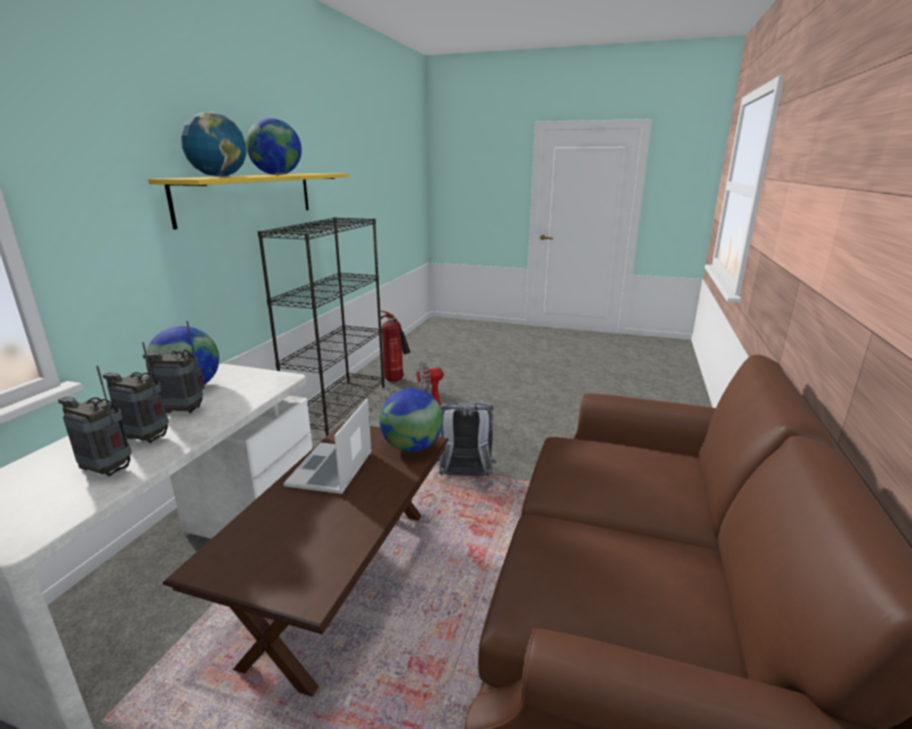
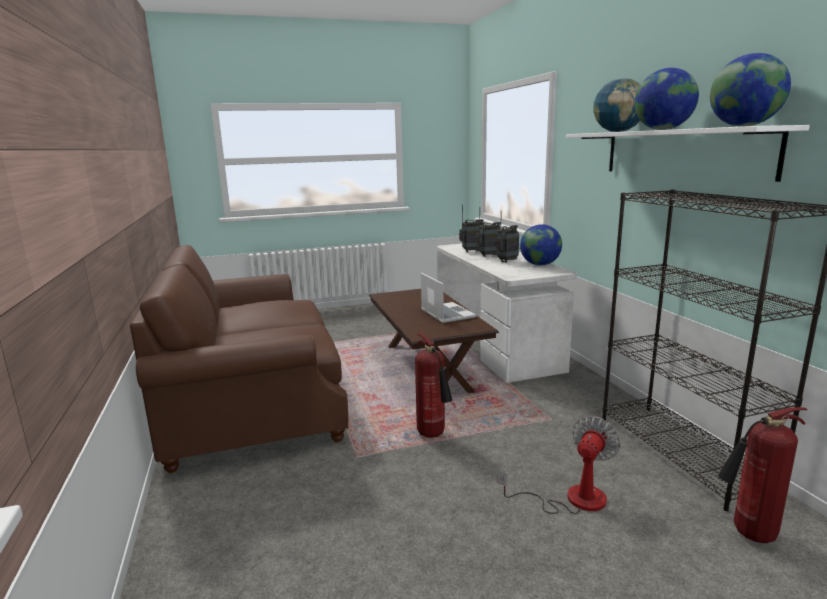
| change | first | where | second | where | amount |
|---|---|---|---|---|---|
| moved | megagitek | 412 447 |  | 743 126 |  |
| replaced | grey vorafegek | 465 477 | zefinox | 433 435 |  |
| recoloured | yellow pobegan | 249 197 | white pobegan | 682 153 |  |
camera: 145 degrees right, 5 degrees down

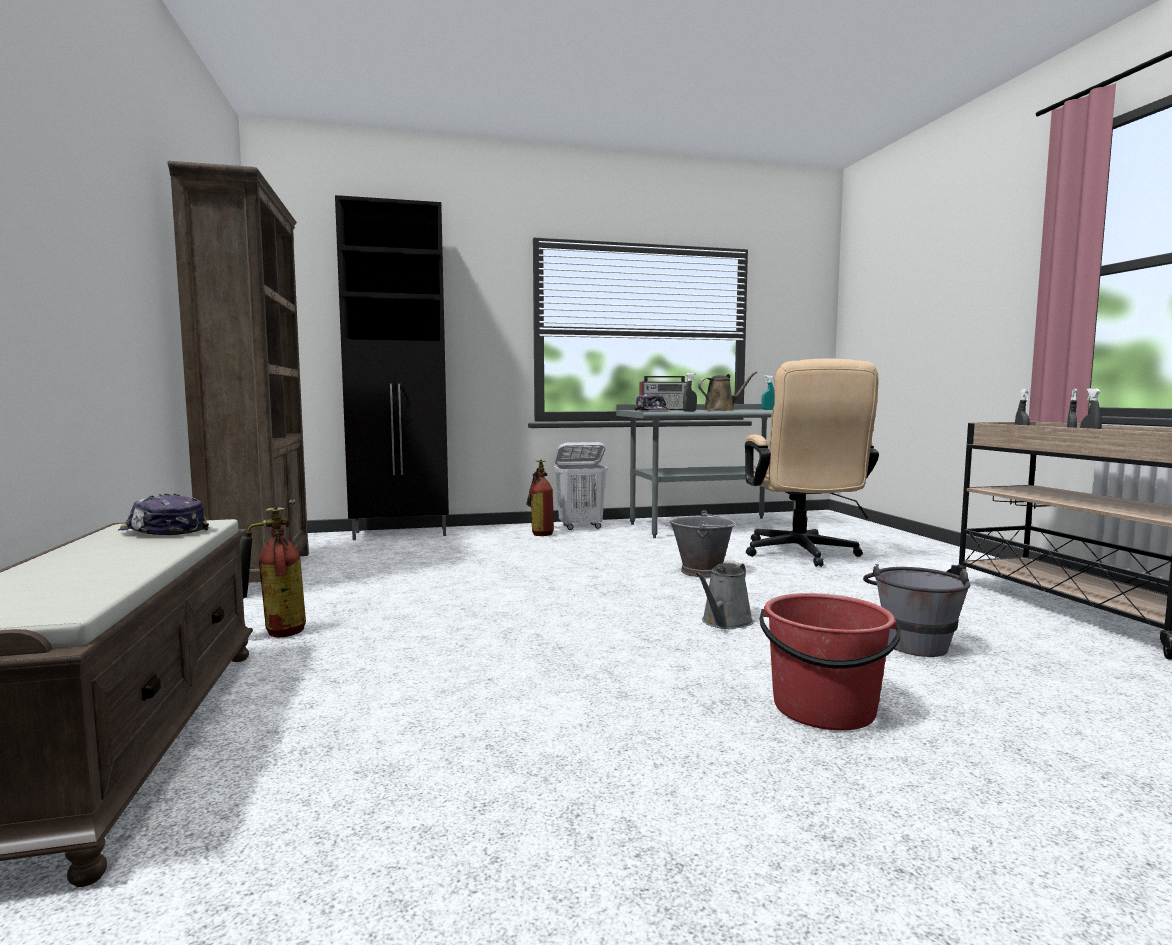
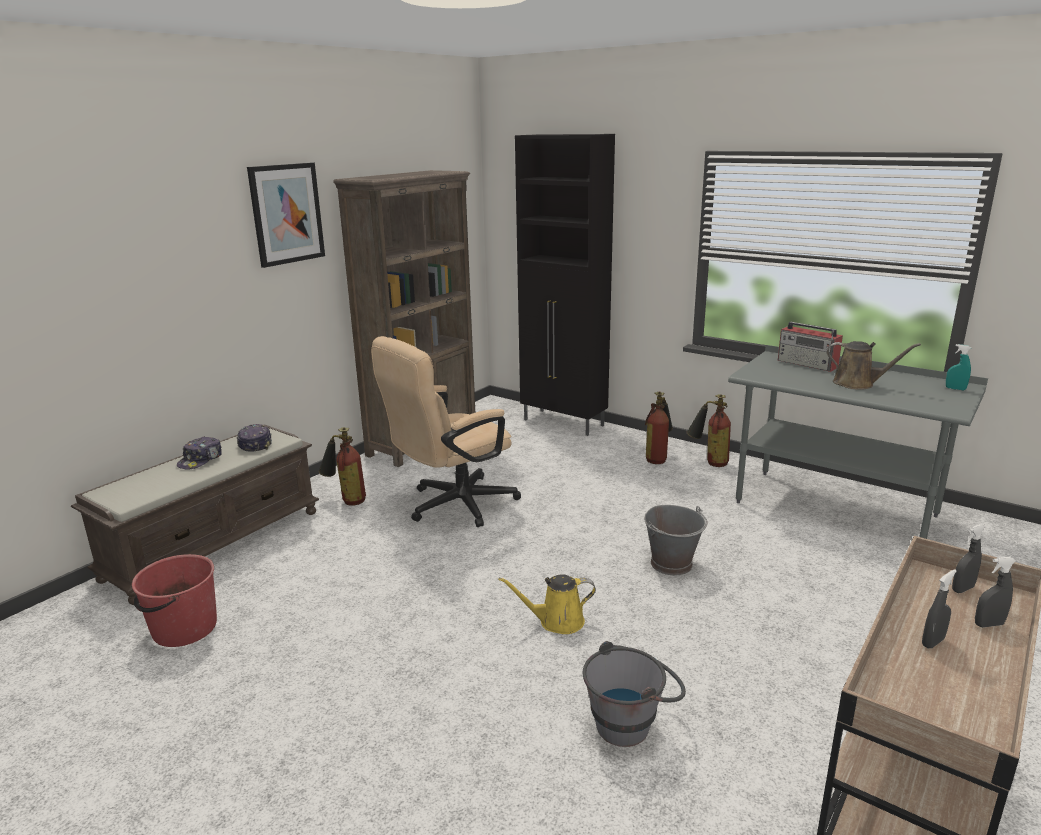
| change | first | where | second | where | amount |
|---|---|---|---|---|---|
| removed | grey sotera | 689 411 |  |  |  |
| added |  |  | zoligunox | 286 214 |  |
| moved | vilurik | 652 411 |  | 201 460 |  |
| moved | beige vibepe | 802 555 |  | 452 506 |  |
| moved | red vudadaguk | 824 709 |  | 183 629 |  |
| replaced | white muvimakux | 581 527 | zefinox | 708 462 |  |
| recoloured | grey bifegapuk | 725 622 | yellow bifegapuk | 557 621 |  |
camera: 50 degrees right, 15 degrees up

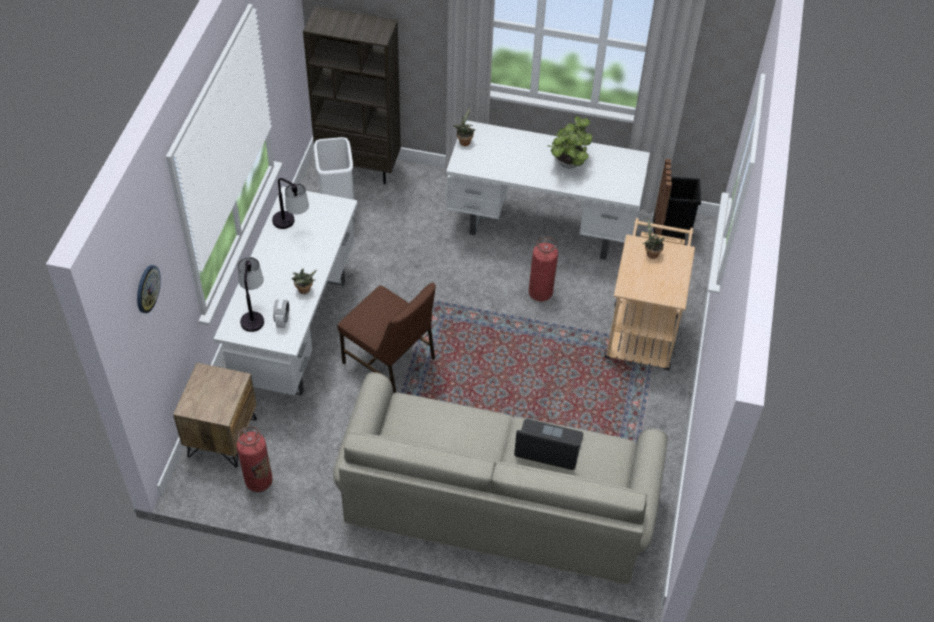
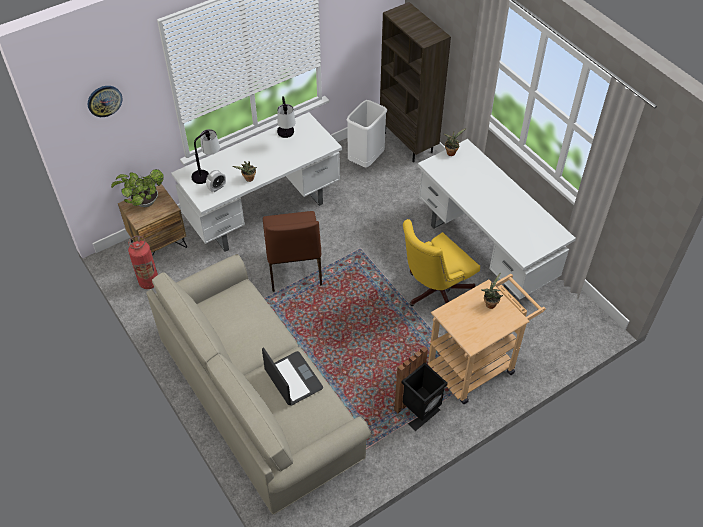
| change | first | where | second | where | amount |
|---|---|---|---|---|---|
| moved | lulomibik | 567 164 |  | 143 202 |  |
| moved | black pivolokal | 671 232 |  | 418 411 |  |
| replaced | zefinox | 540 293 | yellow vibepe | 434 293 |  |
camera: 45 degrees right, 0 degrees up

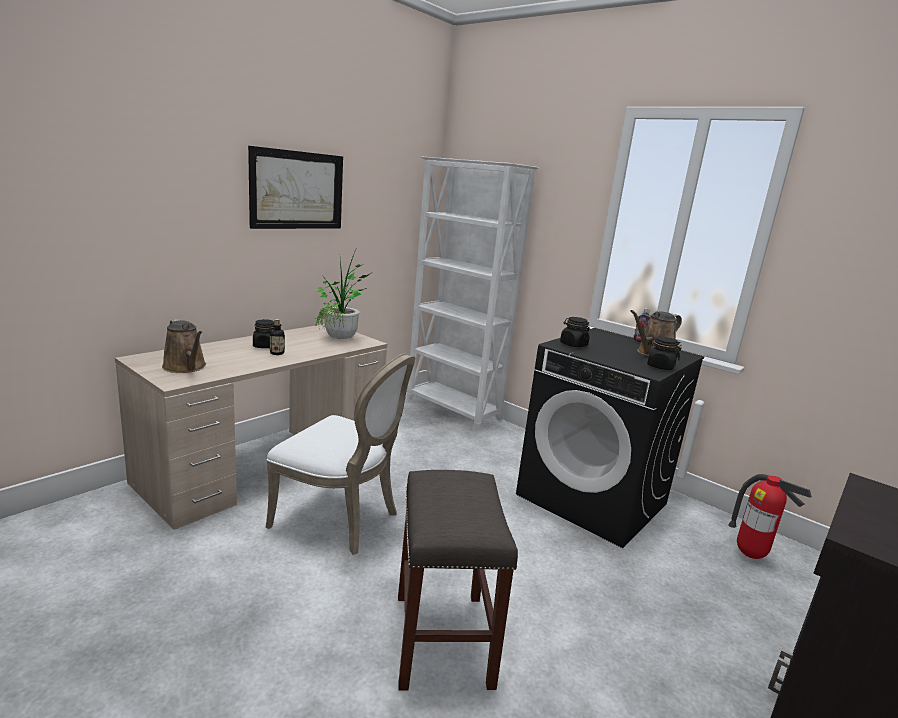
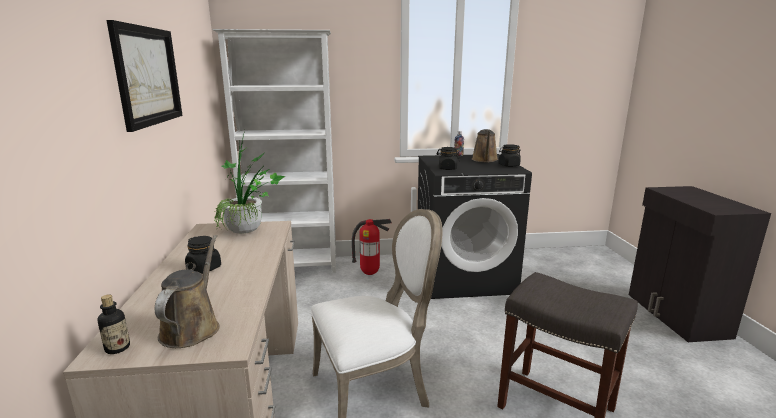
| change | first | where | second | where | amount |
|---|---|---|---|---|---|
| moved | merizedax | 277 353 |  | 117 348 |  |
| moved | zefinox | 750 555 |  | 370 273 |  |
| turned | brown bifegapuk | 186 367 |  | 192 327 | 90 degrees counterclockwise |
camera: 45 degrees left, 0 degrees up

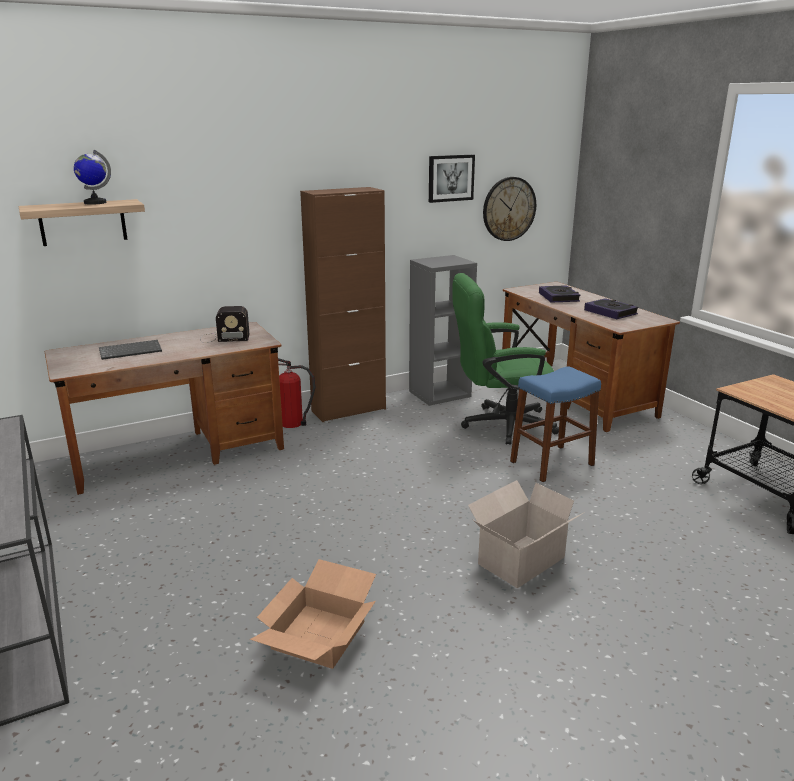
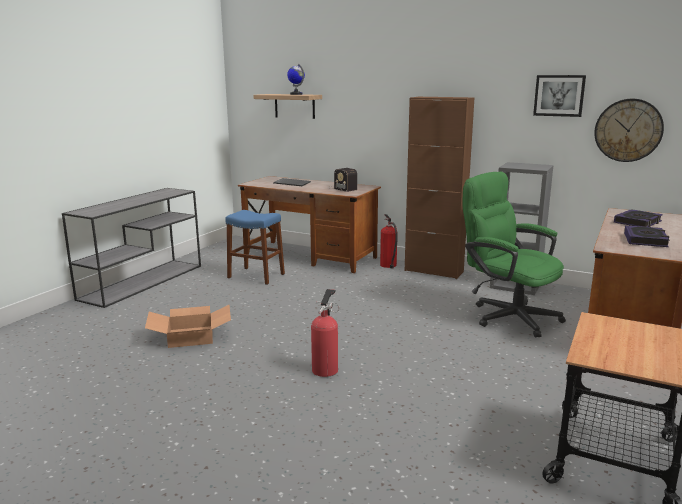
| change | first | where | second | where | amount |
|---|---|---|---|---|---|
| moved | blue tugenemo | 552 463 |  | 256 276 |  |
| replaced | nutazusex | 519 561 | zefinox | 326 368 |  |
camera: 55 degrees right, 5 degrees down

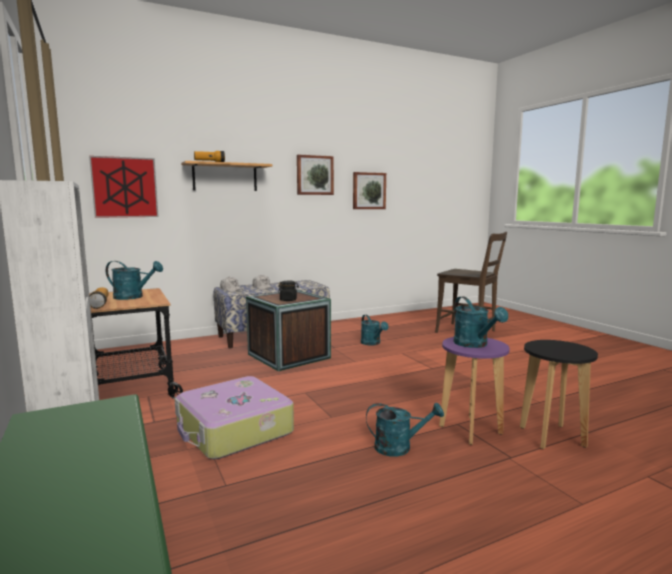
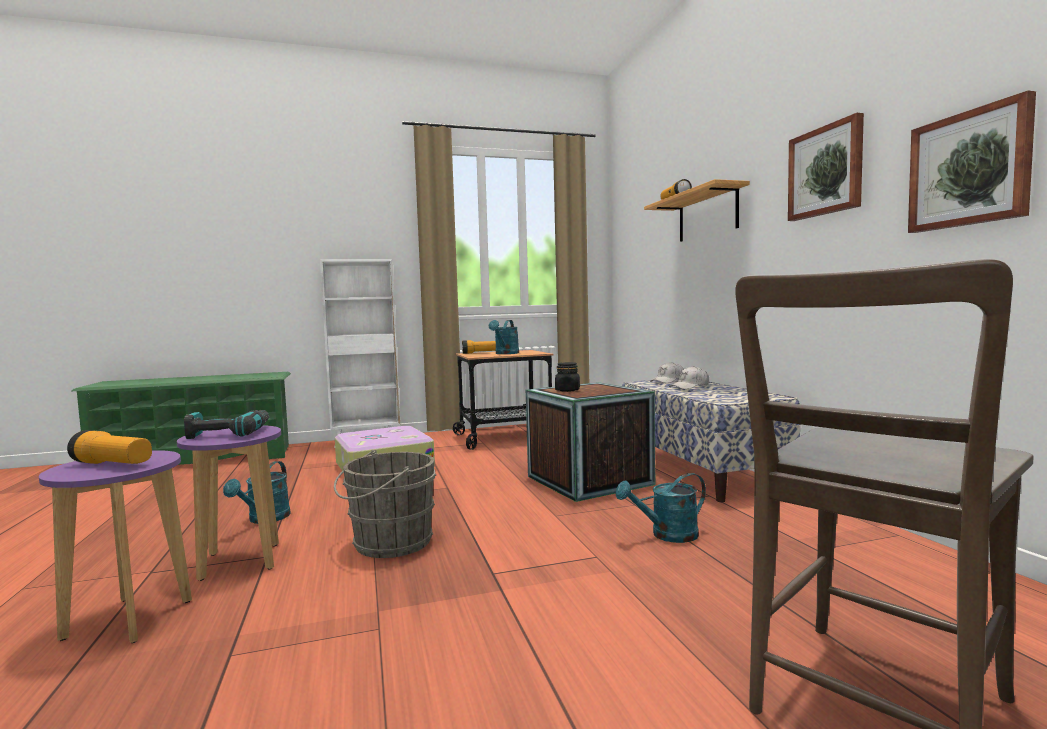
| change | first | where | second | where | amount |
|---|---|---|---|---|---|
| removed | zoligunox | 125 187 |  |  |  |
| added |  |  | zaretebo | 112 464 |  |
| added |  |  | grey vudadaguk | 388 543 |  |
| replaced | turquoise bifegapuk | 474 344 | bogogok | 229 433 |  |
| recoloured | black tugenemo | 552 437 | purple tugenemo | 128 619 |  |
camera: 100 degrees right, 5 degrees down

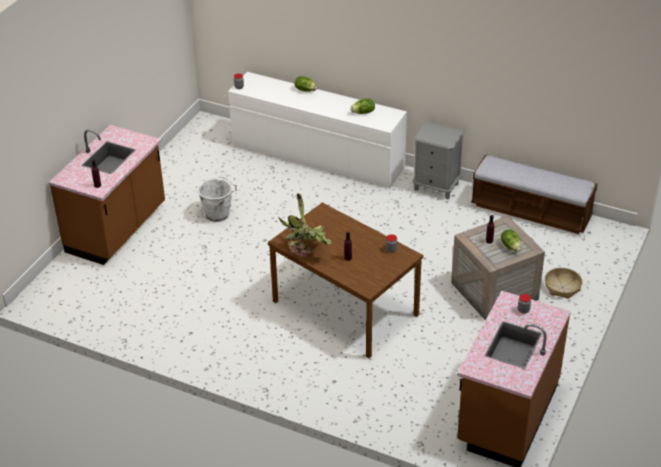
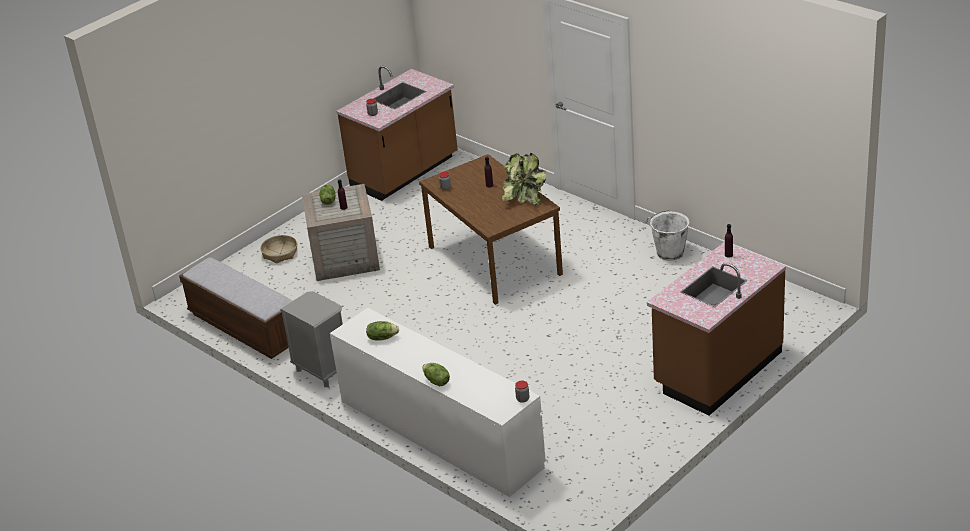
| change | first | where | second | where | amount |
|---|---|---|---|---|---|
| moved | white vudadaguk | 218 214 |  | 669 253 |  |
camera: 160 degrees left, 5 degrees down

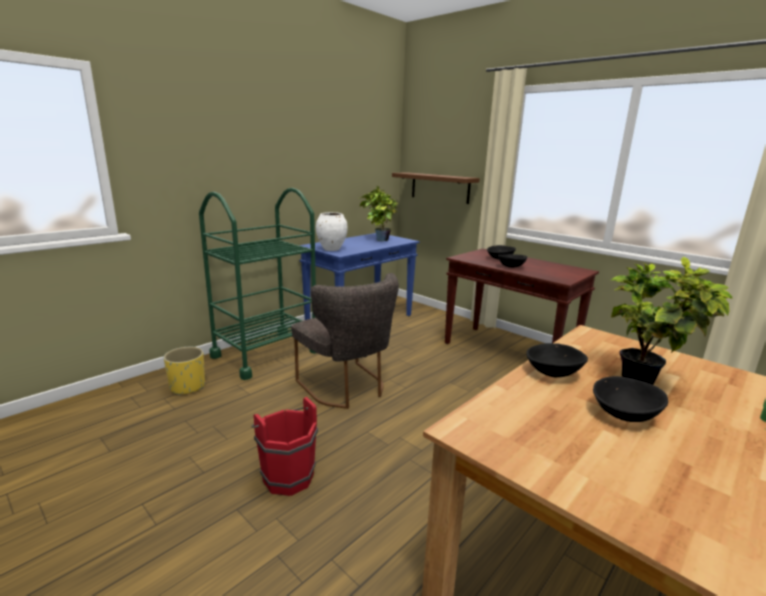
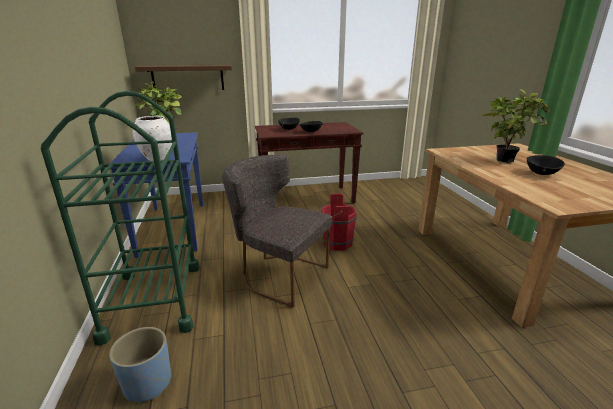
| change | first | where | second | where | amount |
|---|---|---|---|---|---|
| removed | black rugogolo | 553 374 |  |  |  |
| moved | red vudadaguk | 286 475 |  | 334 243 |  |
| recoloured | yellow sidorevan | 188 387 | blue sidorevan | 147 383 |  |
| turned | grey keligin | 347 388 |  | 278 274 | 150 degrees counterclockwise |
camera: 55 degrees left, 5 degrees up

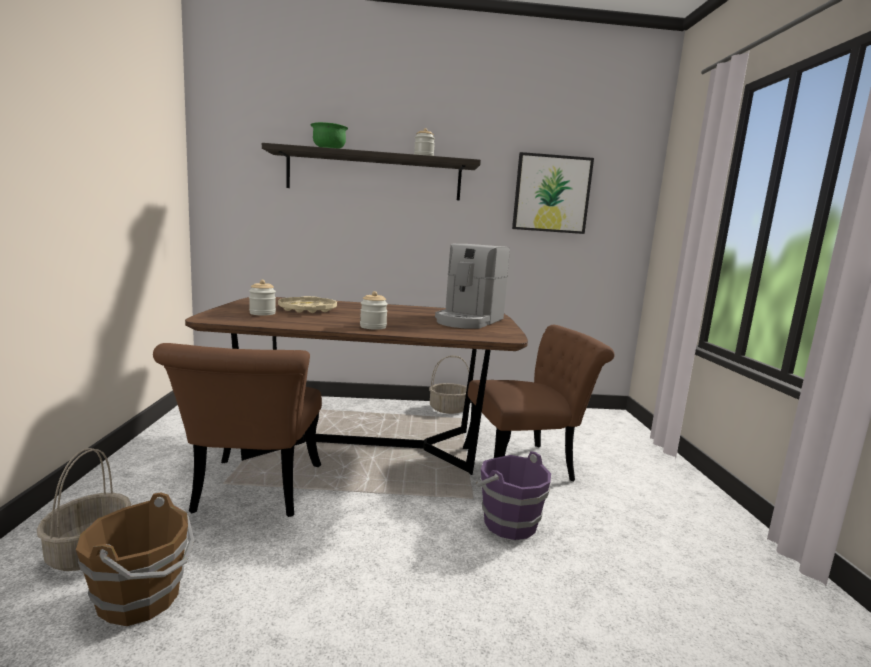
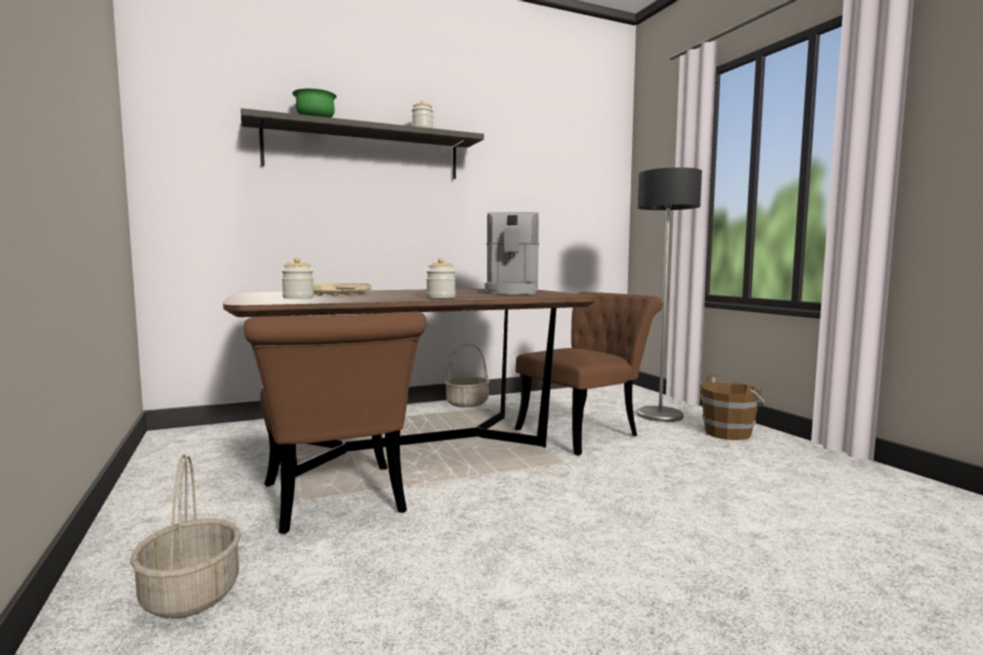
| change | first | where | second | where | amount |
|---|---|---|---|---|---|
| removed | purple vudadaguk | 508 523 |  |  |  |
| removed | zoligunox | 551 194 |  |  |  |
| added |  |  | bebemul | 660 415 |  |
| moved | brown vudadaguk | 142 598 |  | 728 433 |  |
camera: 20 degrees left, 5 degrees down

